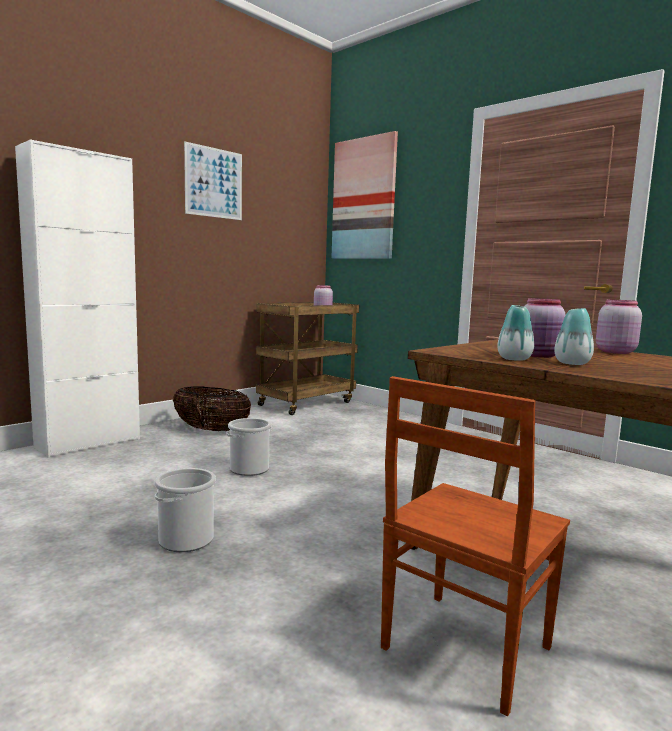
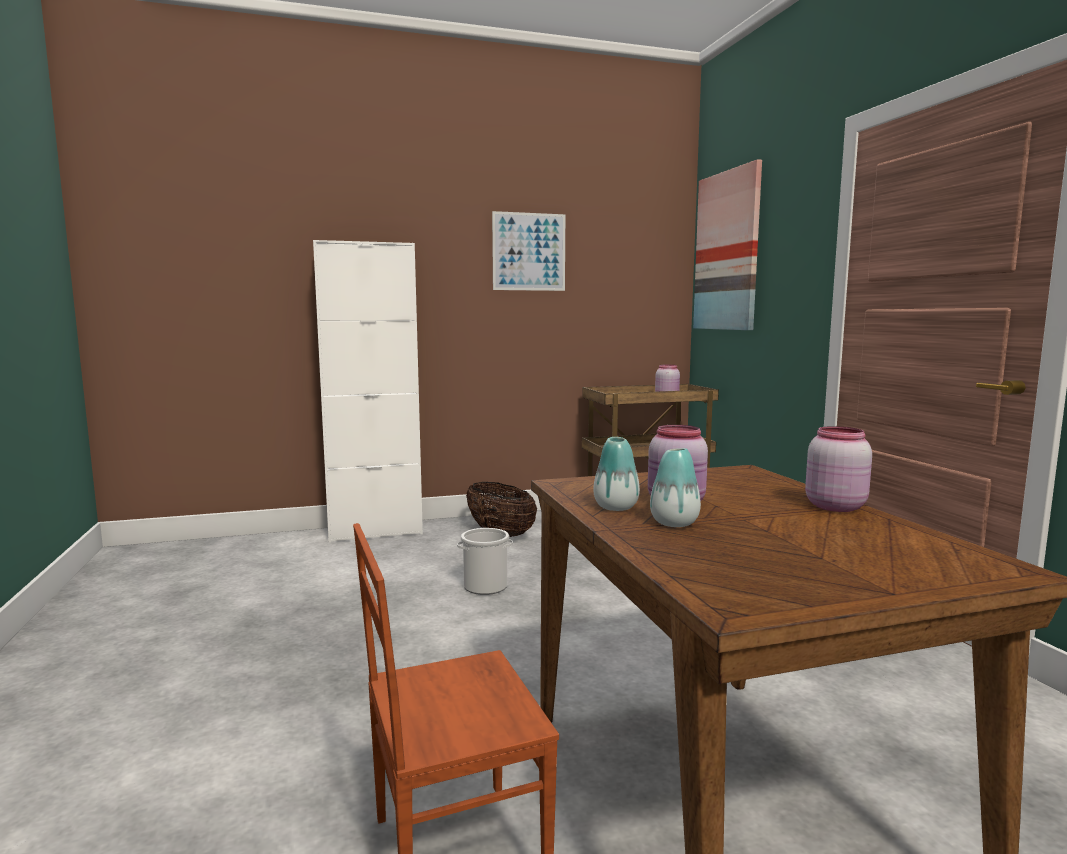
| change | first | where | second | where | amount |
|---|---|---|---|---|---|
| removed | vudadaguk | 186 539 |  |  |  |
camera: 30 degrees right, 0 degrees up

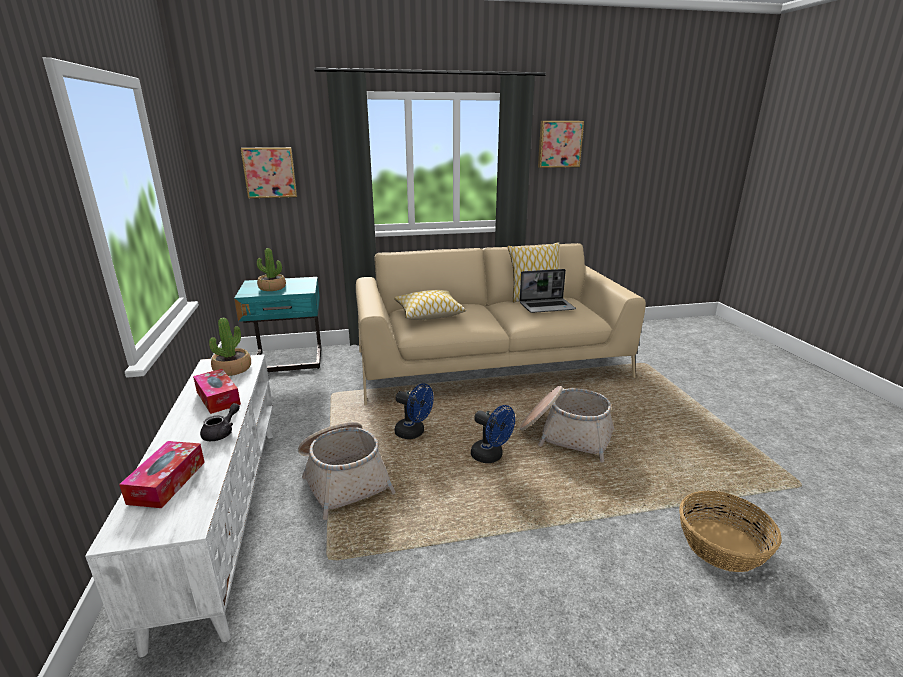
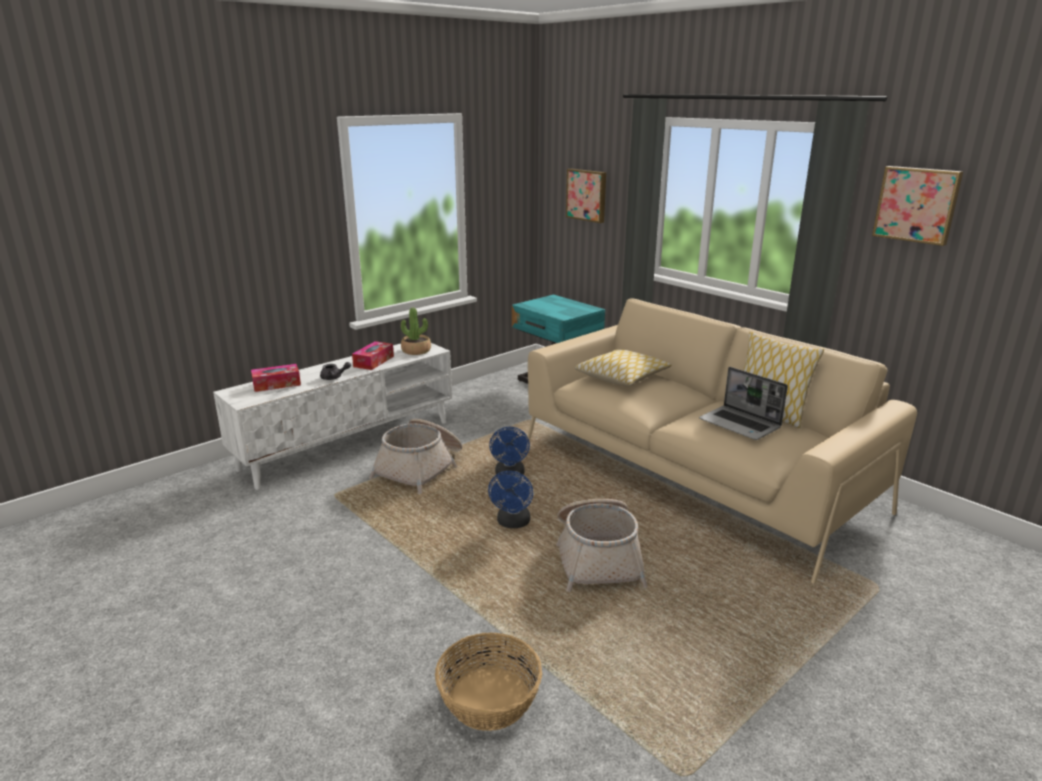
| change | first | where | second | where | amount |
|---|---|---|---|---|---|
| removed | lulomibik | 272 288 |  |  |  |
camera: 60 degrees right, 0 degrees up

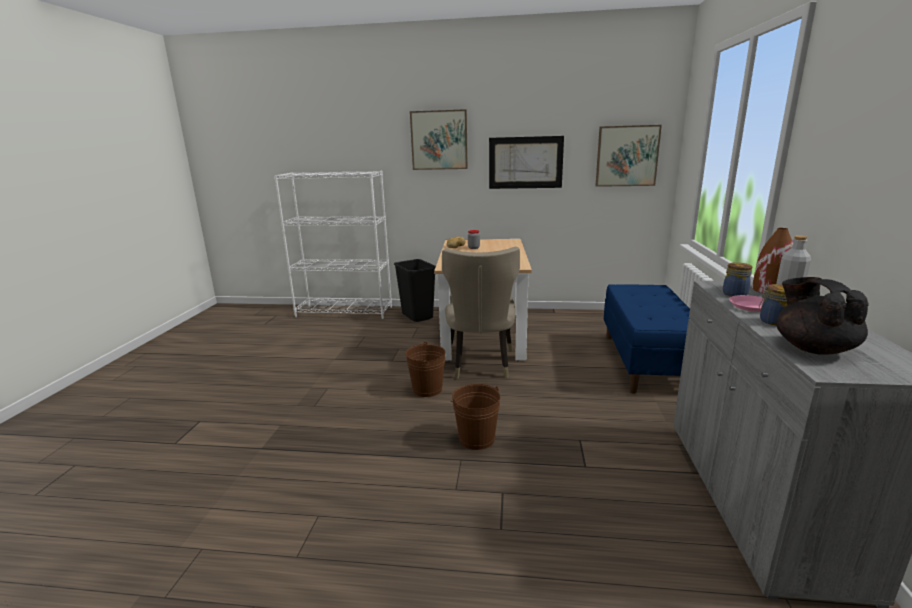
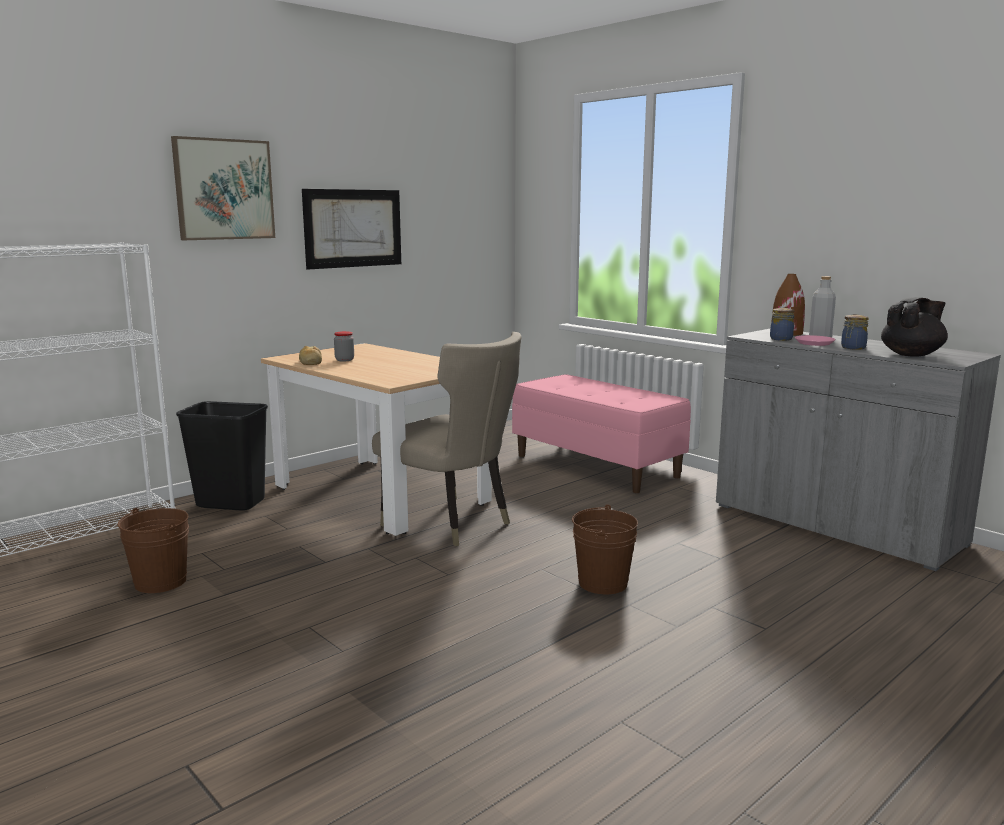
| change | first | where | second | where | amount |
|---|---|---|---|---|---|
| removed | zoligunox | 627 156 |  |  |  |
| moved | brown vudadaguk | 427 389 |  | 160 582 |  |
| recoloured | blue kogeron | 646 363 | pink kogeron | 597 466 |  |
| turned | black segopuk | 813 348 |  | 912 355 | 120 degrees clockwise |
camera: 50 degrees left, 5 degrees down

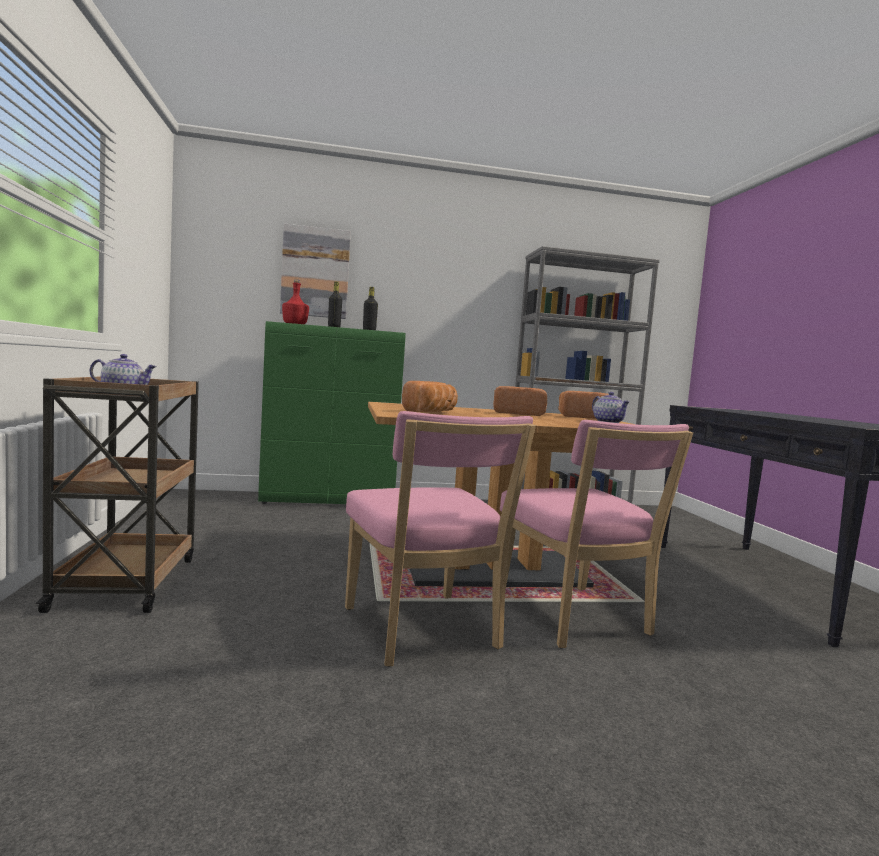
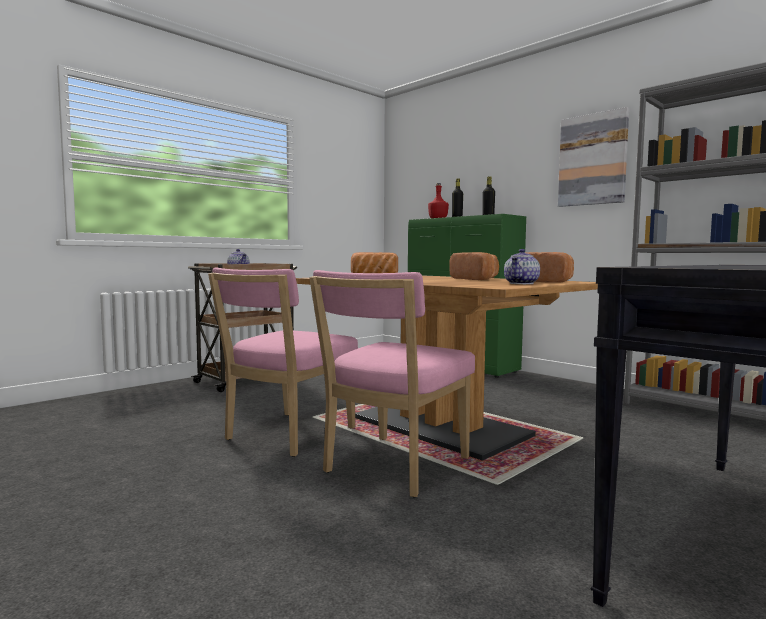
| change | first | where | second | where | amount |
|---|---|---|---|---|---|
| moved | zoligunox | 315 272 |  | 592 160 |  |
camera: 55 degrees right, 0 degrees up

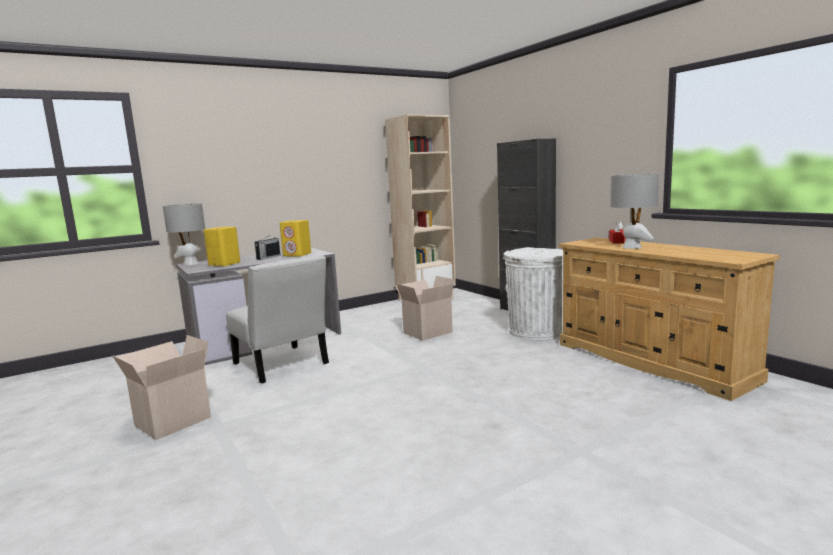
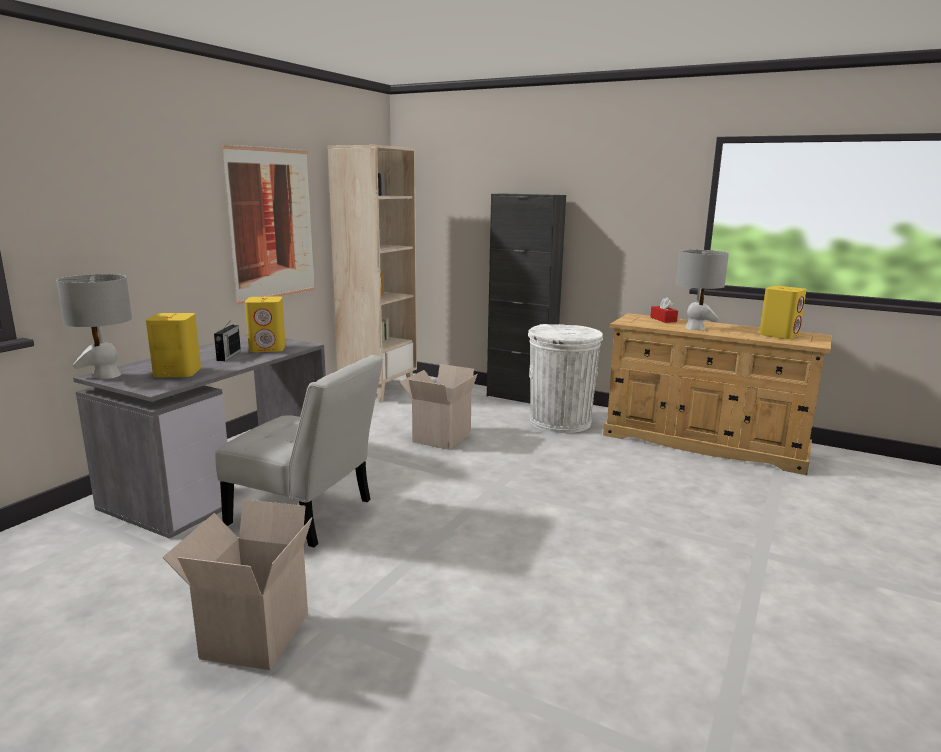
| change | first | where | second | where | amount |
|---|---|---|---|---|---|
| added |  |  | zoligunox | 272 224 |  |
| added |  |  | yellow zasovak | 779 335 |  |
camera: 30 degrees left, 5 degrees up

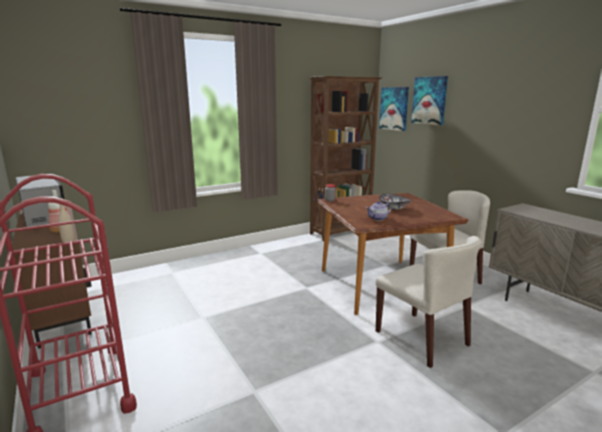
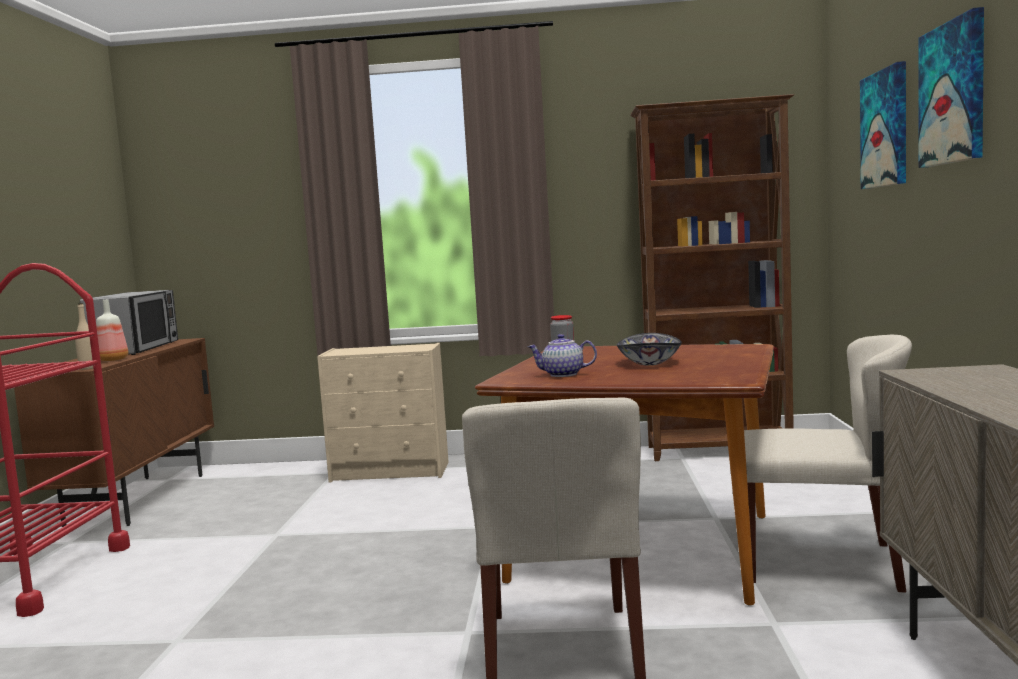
| change | first | where | second | where | amount |
|---|---|---|---|---|---|
| added |  |  | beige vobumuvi | 391 472 |  |
| moved | zoligunox | 394 108 |  | 953 93 |  |
camera: 35 degrees right, 10 degrees down

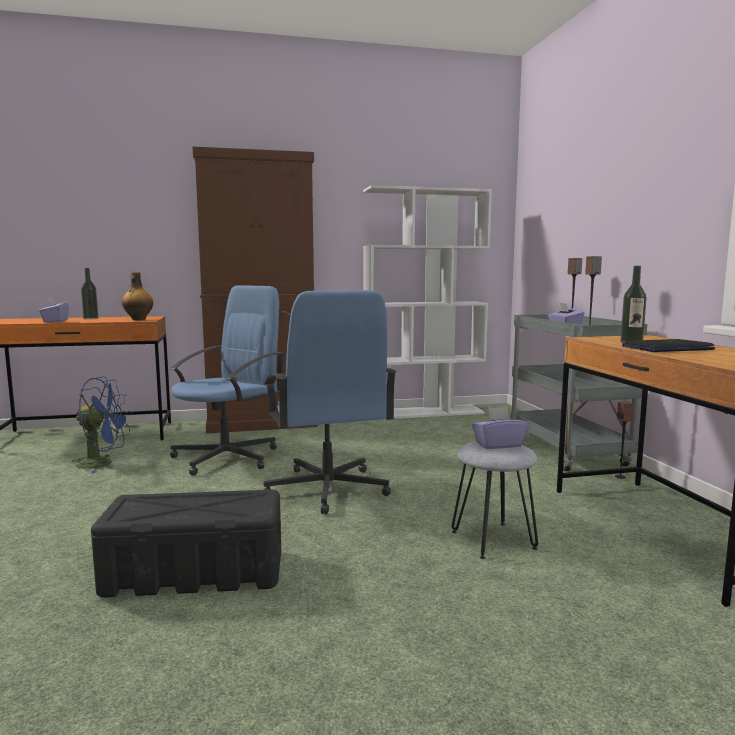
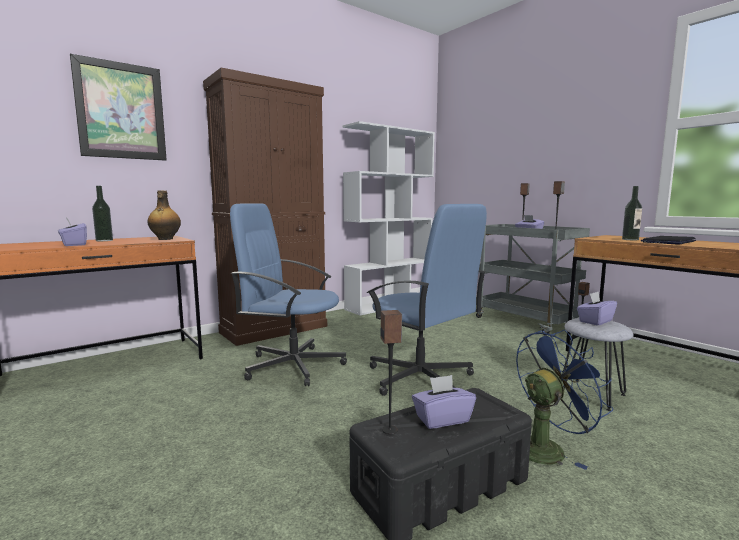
| change | first | where | second | where | amount |
|---|---|---|---|---|---|
| added |  |  | zoligunox | 121 111 |  |
| added |  |  | zasovak | 390 430 |  |
| added |  |  | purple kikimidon | 442 419 |  |
| moved | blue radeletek | 103 463 |  | 546 447 |  |
| turned | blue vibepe | 227 457 |  | 292 365 | 90 degrees counterclockwise |
camera: 25 degrees left, 0 degrees up

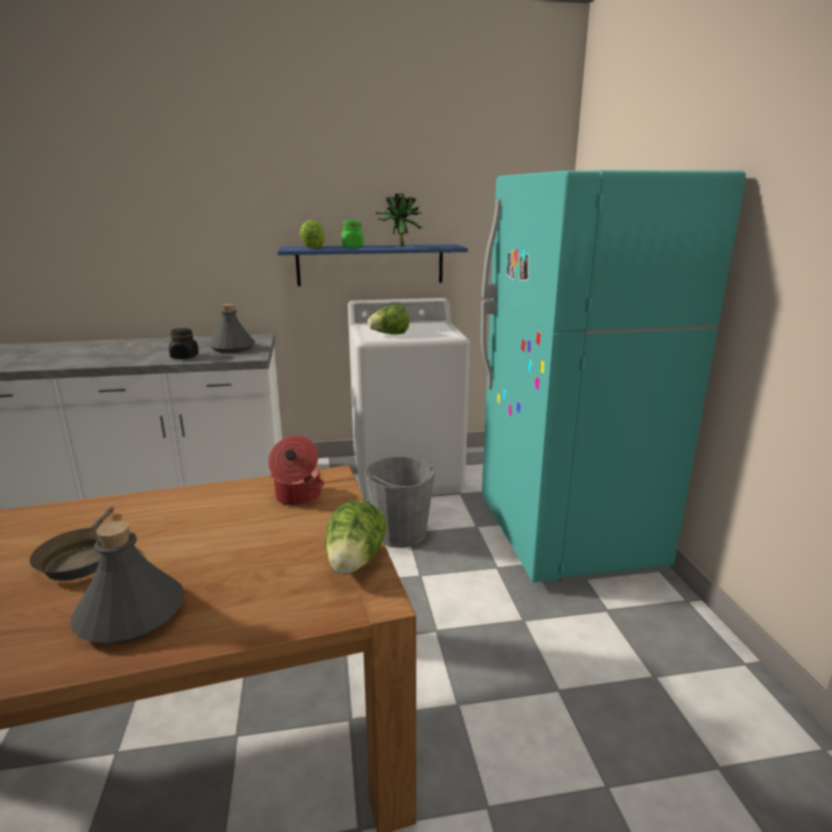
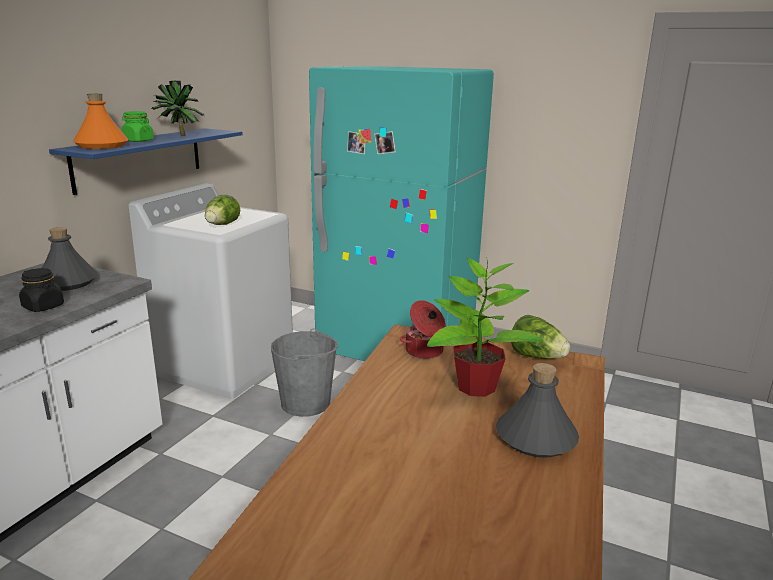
| change | first | where | second | where | amount |
|---|---|---|---|---|---|
| removed | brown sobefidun | 81 558 |  |  |  |
| added |  |  | lulomibik | 475 386 |  |
| replaced | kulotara | 312 247 | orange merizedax | 102 146 |  |
camera: 55 degrees left, 0 degrees up

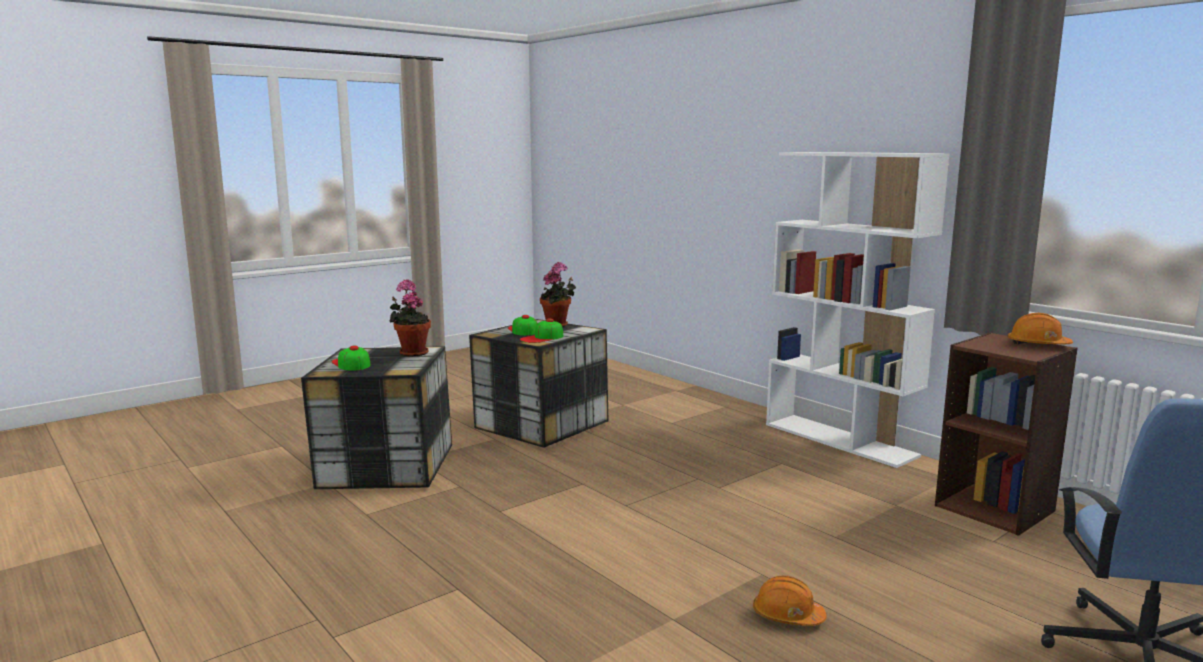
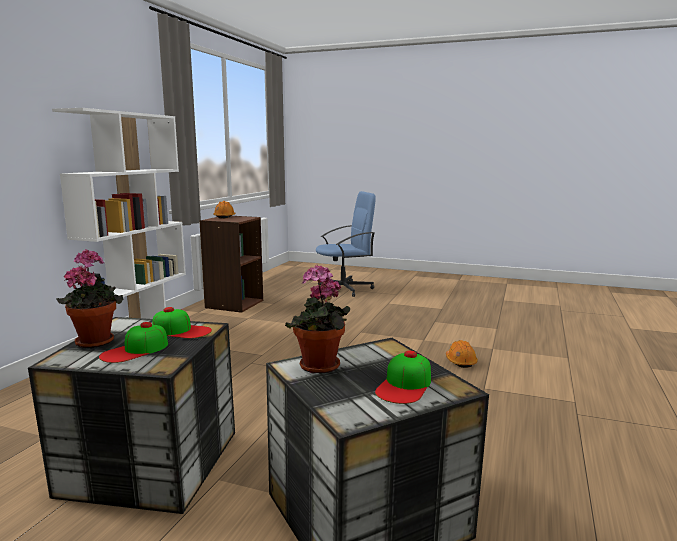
| change | first | where | second | where | amount |
|---|---|---|---|---|---|
| moved | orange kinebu | 787 616 |  | 460 361 |  |
camera: 120 degrees left, 0 degrees up

